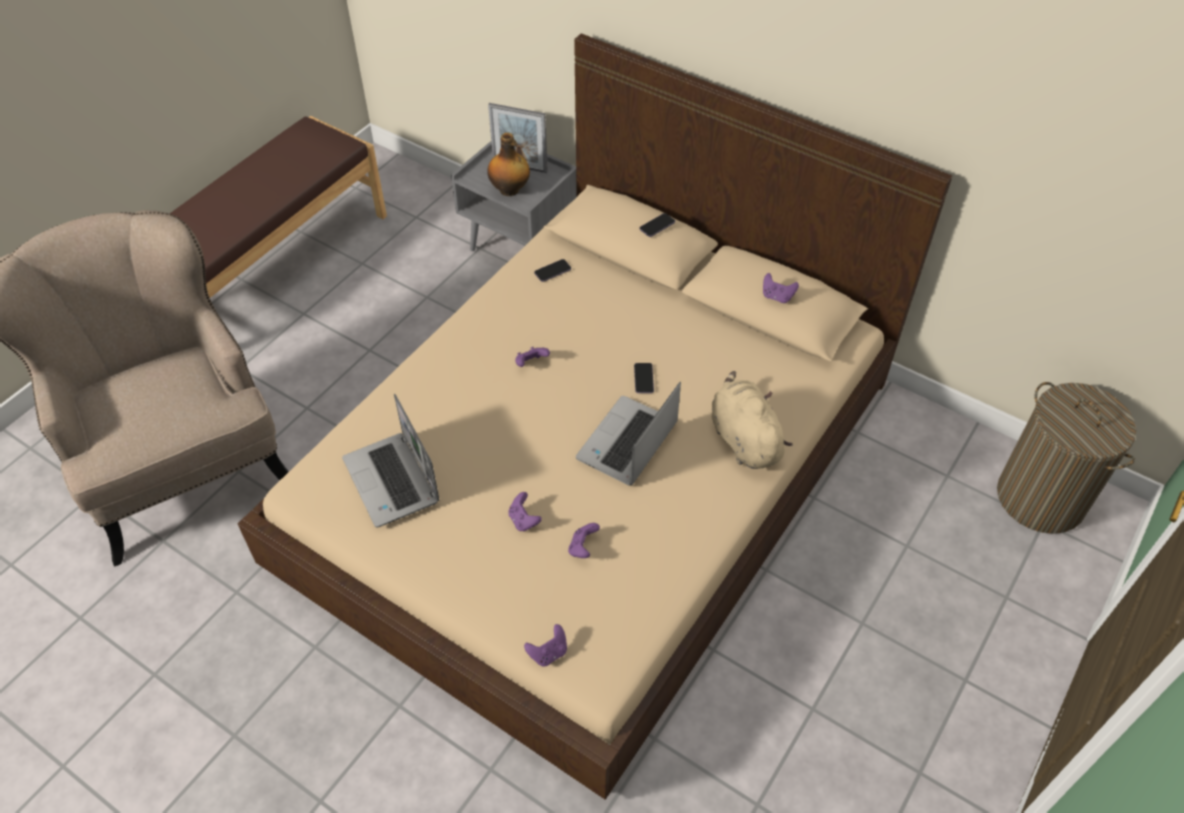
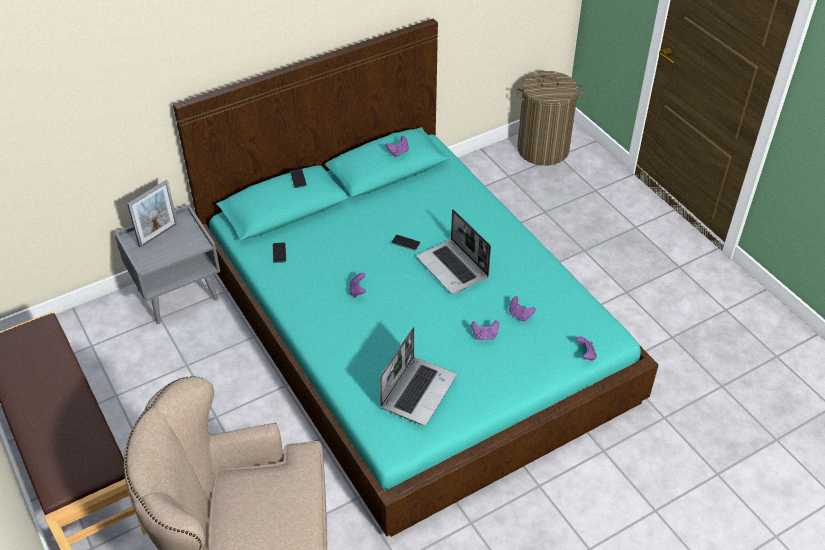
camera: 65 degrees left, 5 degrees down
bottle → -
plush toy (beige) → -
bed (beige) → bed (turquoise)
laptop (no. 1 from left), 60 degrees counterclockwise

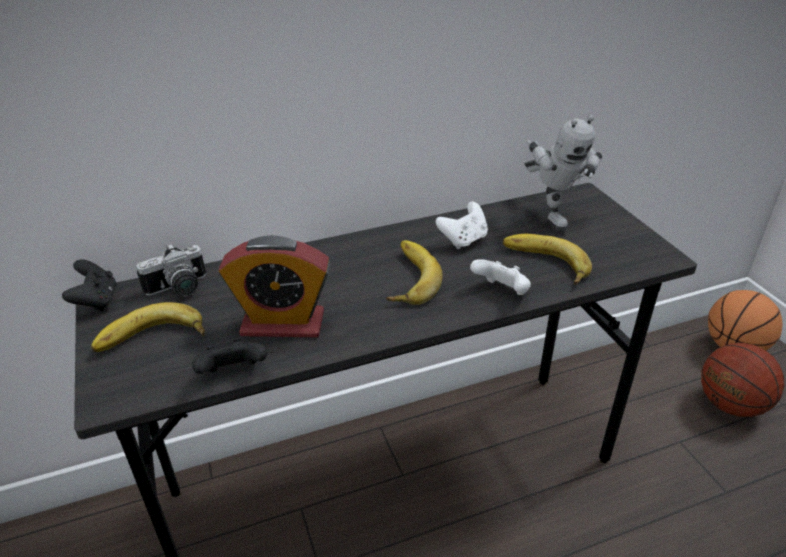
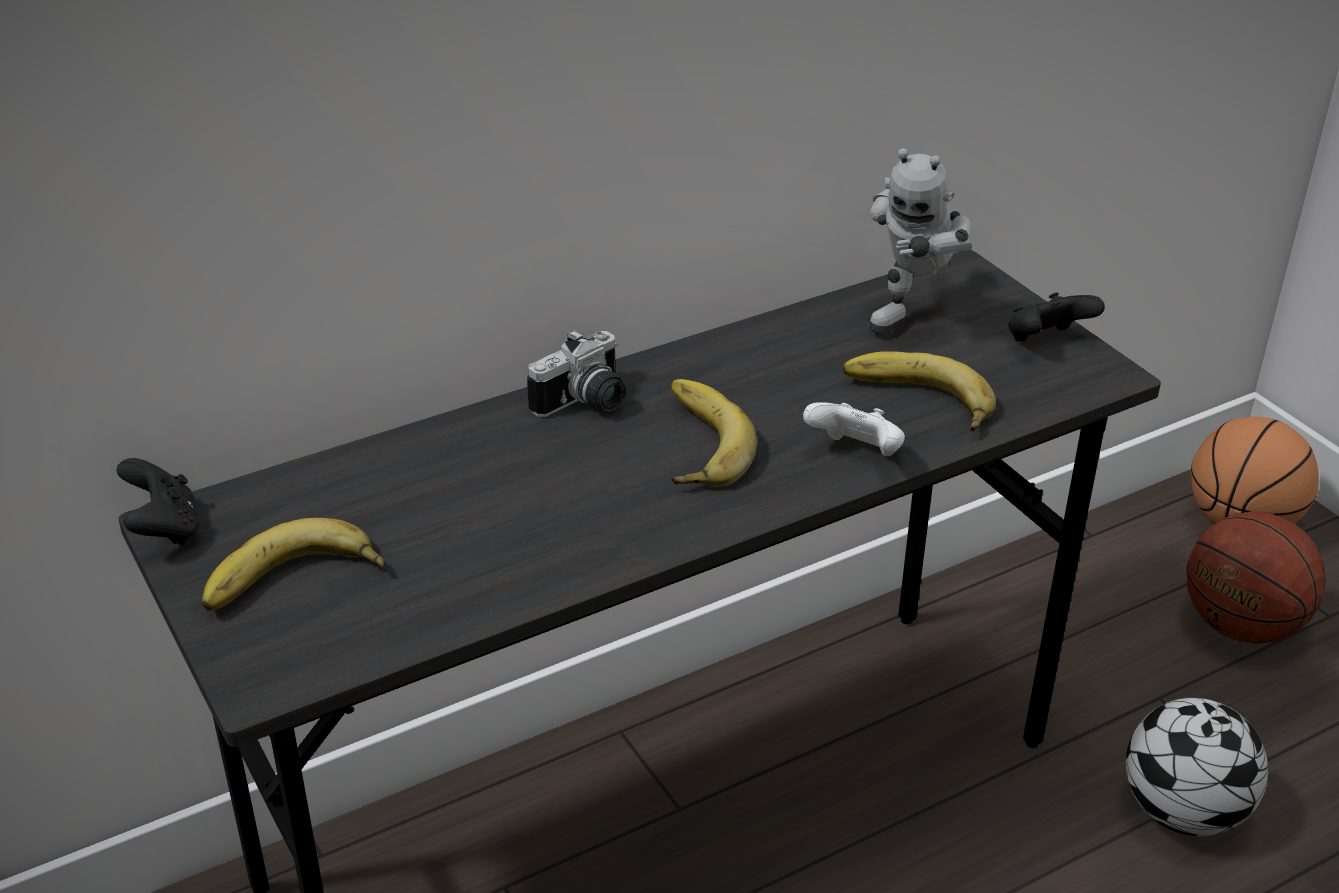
camera: 10 degrees left, 0 degrees up
alarm clock → -
game controller (white) (no. 1 from left) → -
- → football
photo camera, shifted
game controller (black) (no. 2 from left), shifted
toy robot, 60 degrees clockwise

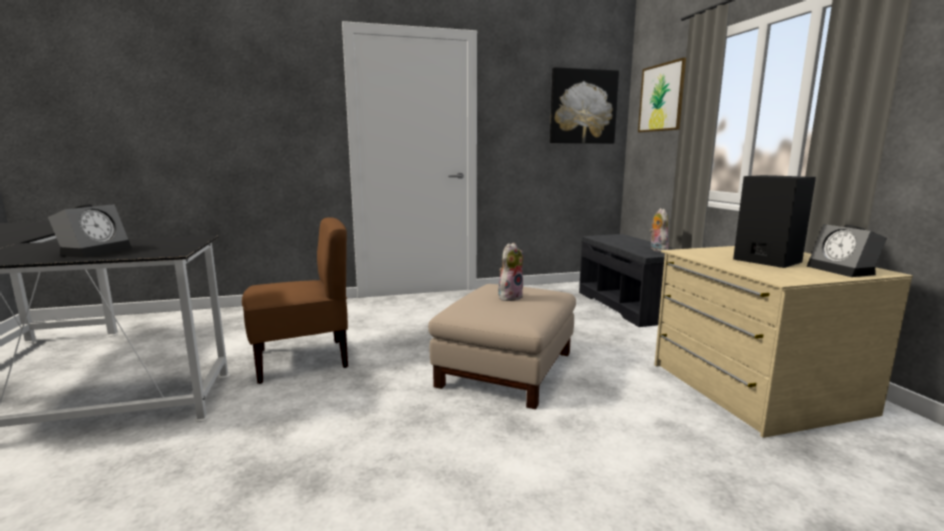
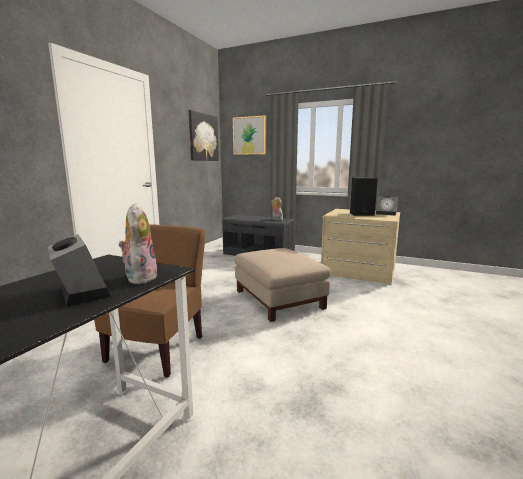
camera: 50 degrees left, 0 degrees up
plush toy (no. 1 from left), shifted

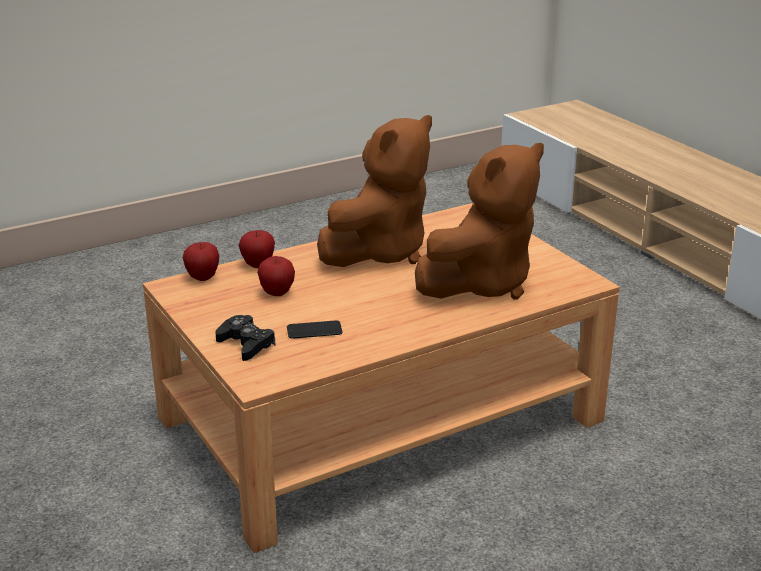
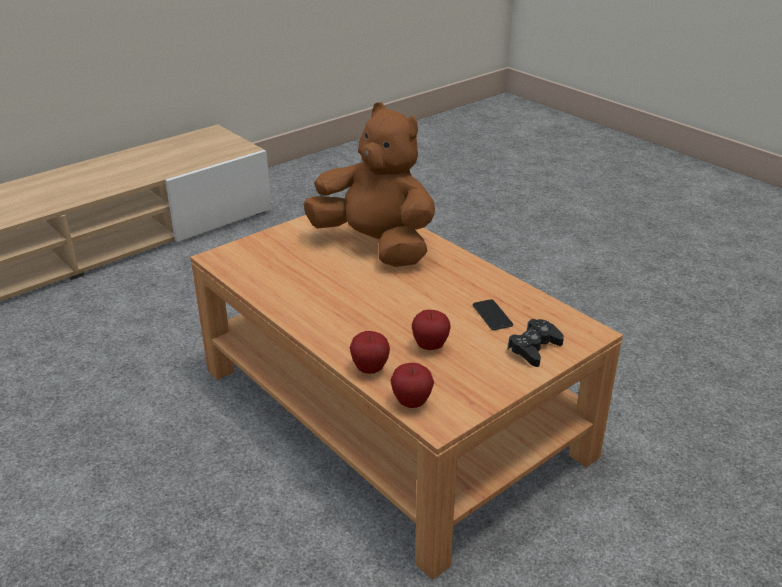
camera: 100 degrees left, 5 degrees up
plush toy (brown) (no. 1 from left) → -

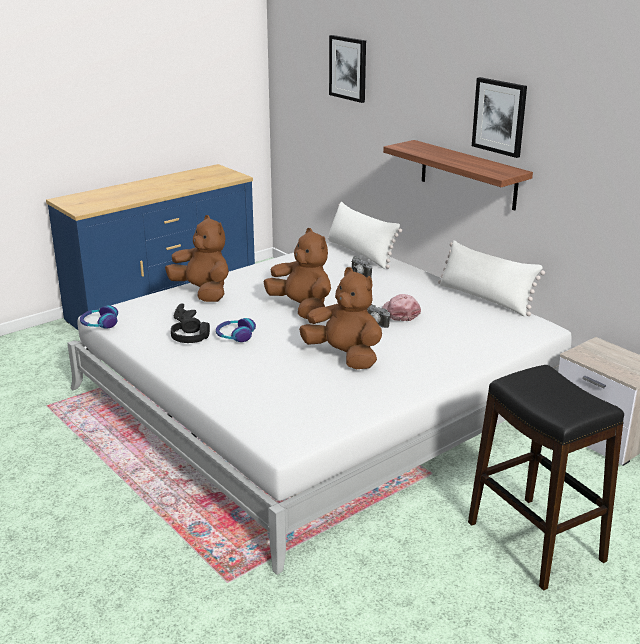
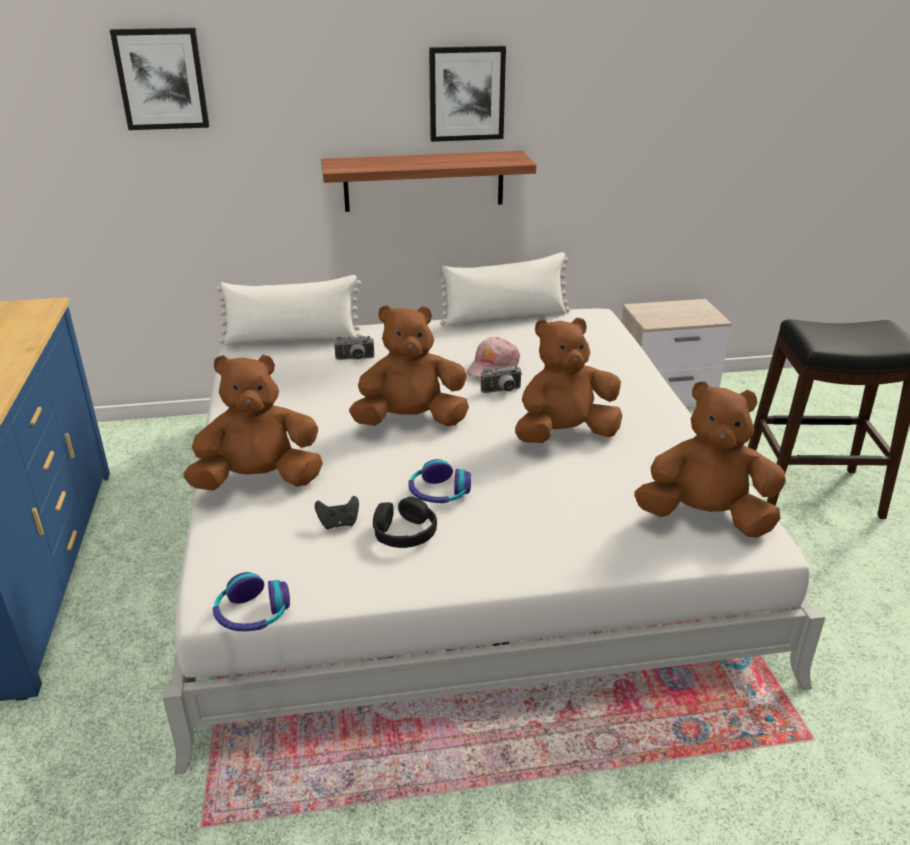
camera: 60 degrees left, 5 degrees up
- → plush toy (brown) (no. 4 from left)
cap (pink), 75 degrees counterclockwise

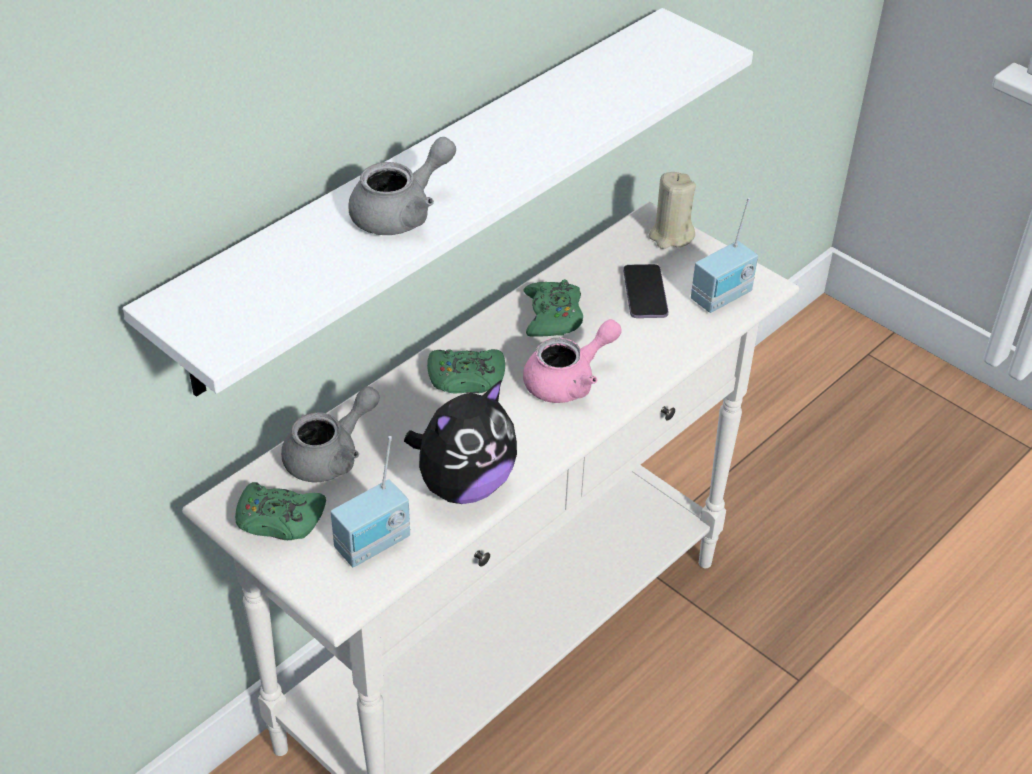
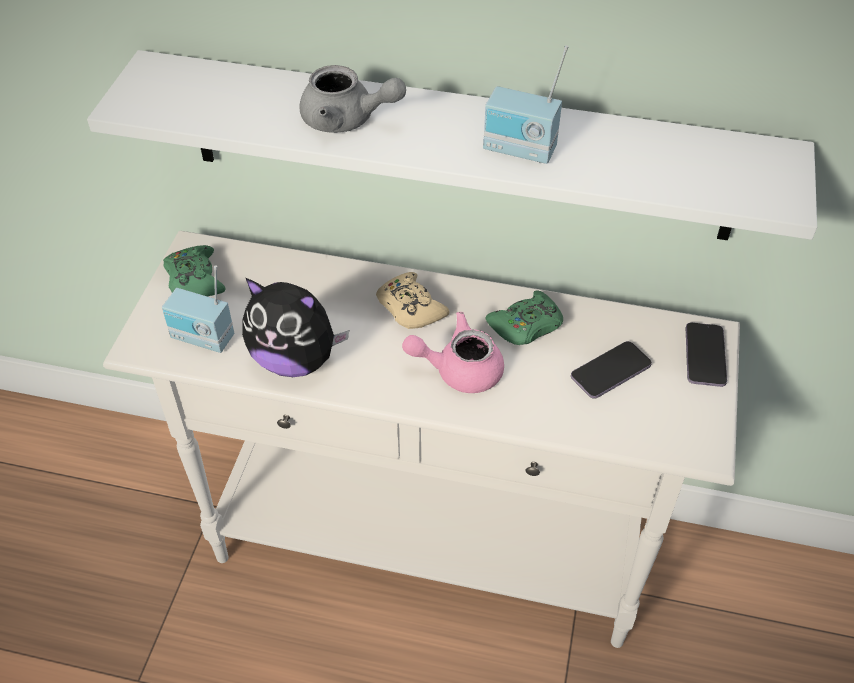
camera: 60 degrees right, 5 degrees up
teapot (grey) (no. 1 from left) → -
radio (no. 2 from left), shifted
candle (beige) → phone (no. 2 from left)
game controller (green) (no. 2 from left) → game controller (beige)
teapot (pink), 150 degrees clockwise

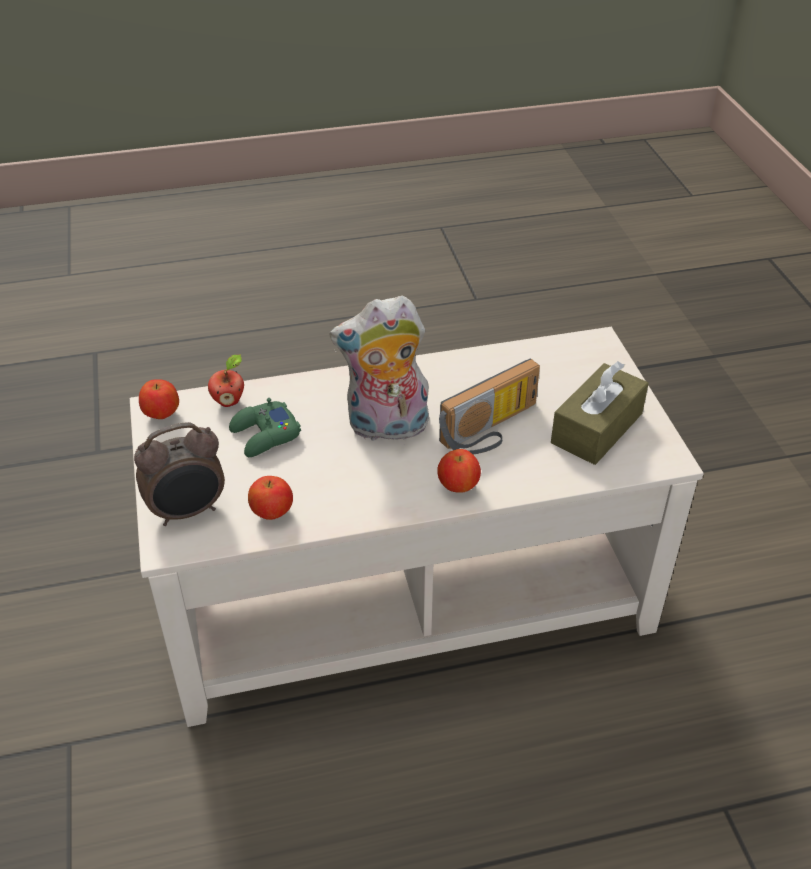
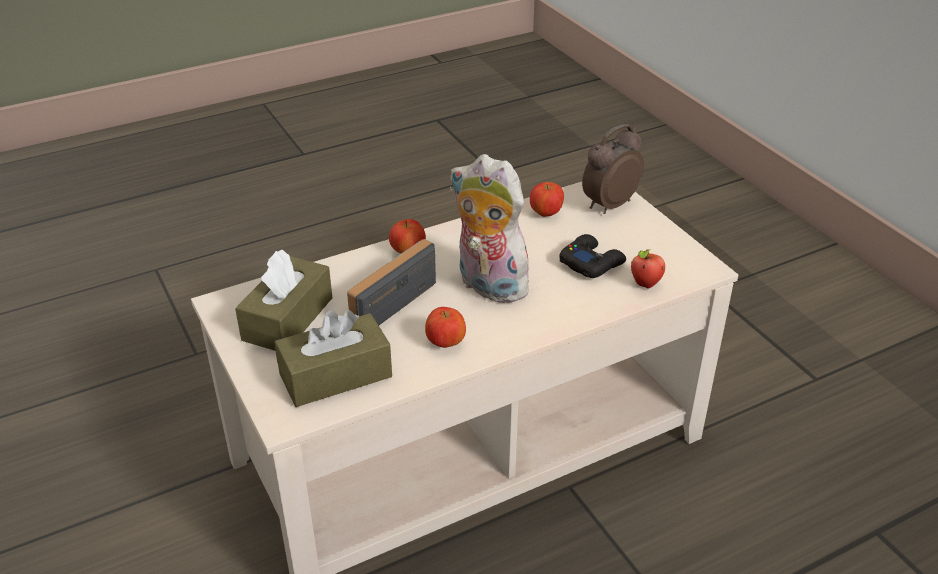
camera: 165 degrees right, 5 degrees down
- → tissue box (brown) (no. 2 from left)
apple (no. 1 from left in the first image) → apple (no. 2 from left), shifted
game controller (green) → game controller (black)
plush toy, 120 degrees counterclockwise

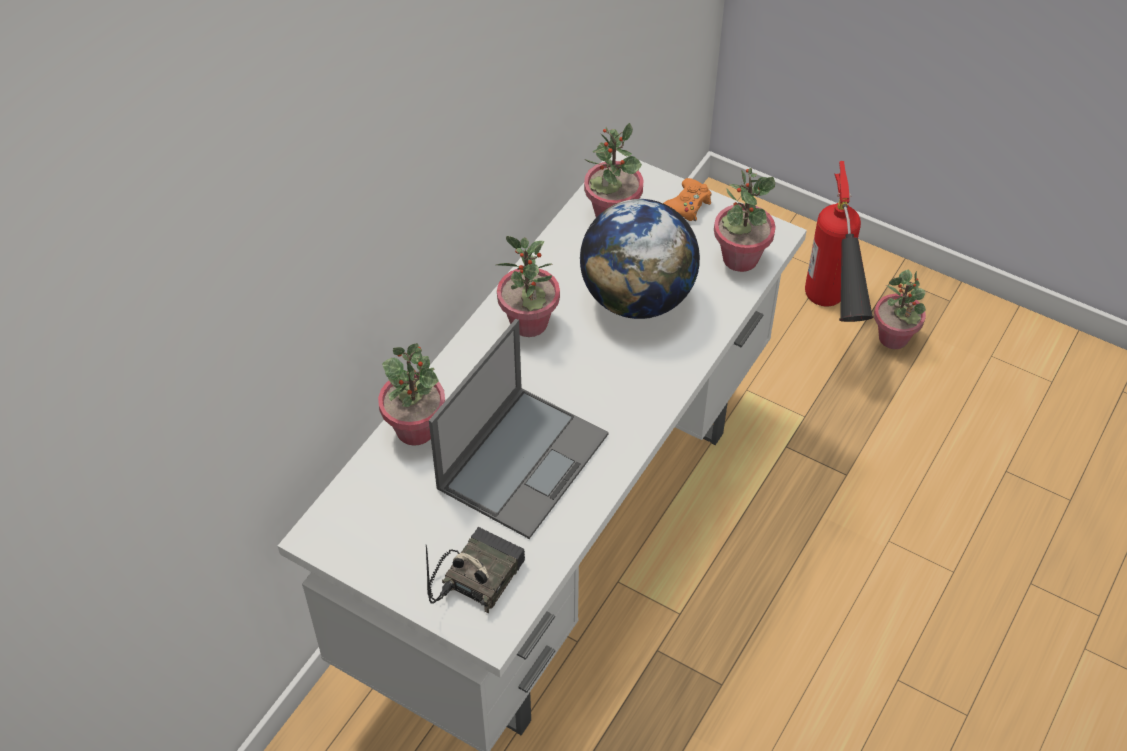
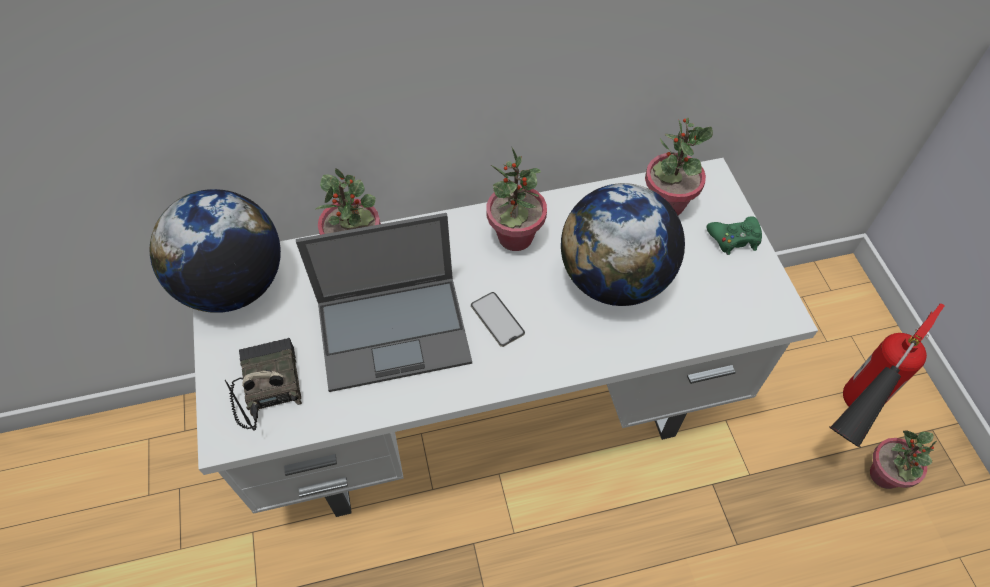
camera: 45 degrees right, 5 degrees up
potted plant (no. 4 from left) → -
- → globe (no. 1 from left)
- → phone
game controller (orange) → game controller (green)
radio, 90 degrees counterclockwise

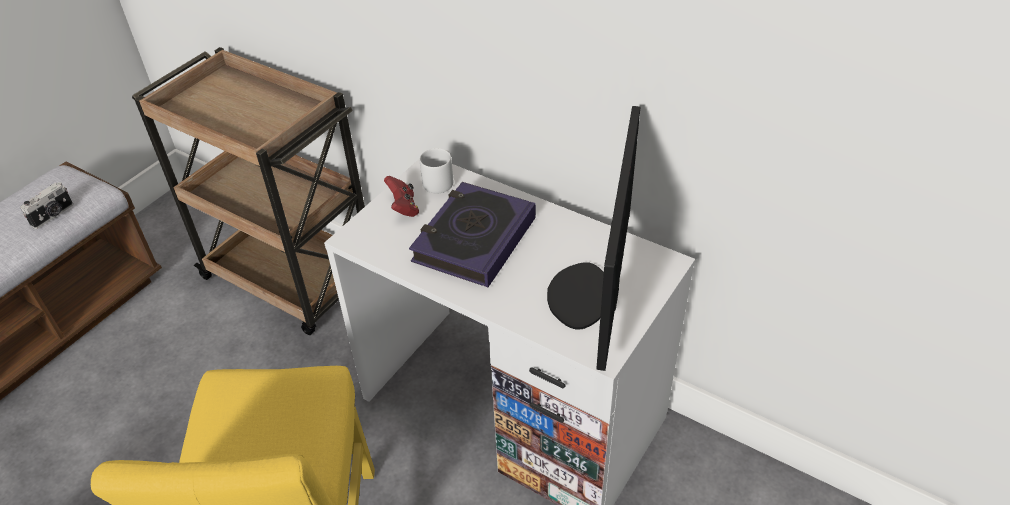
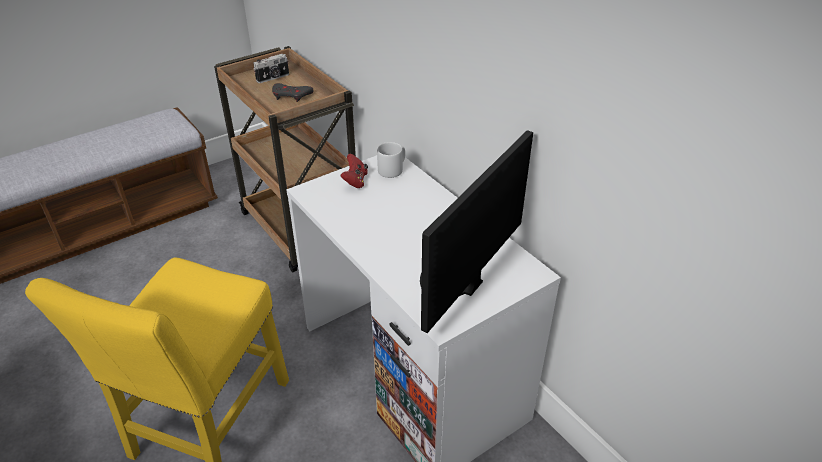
camera: 20 degrees right, 5 degrees down
book → -
- → game controller (grey)
photo camera, shifted

